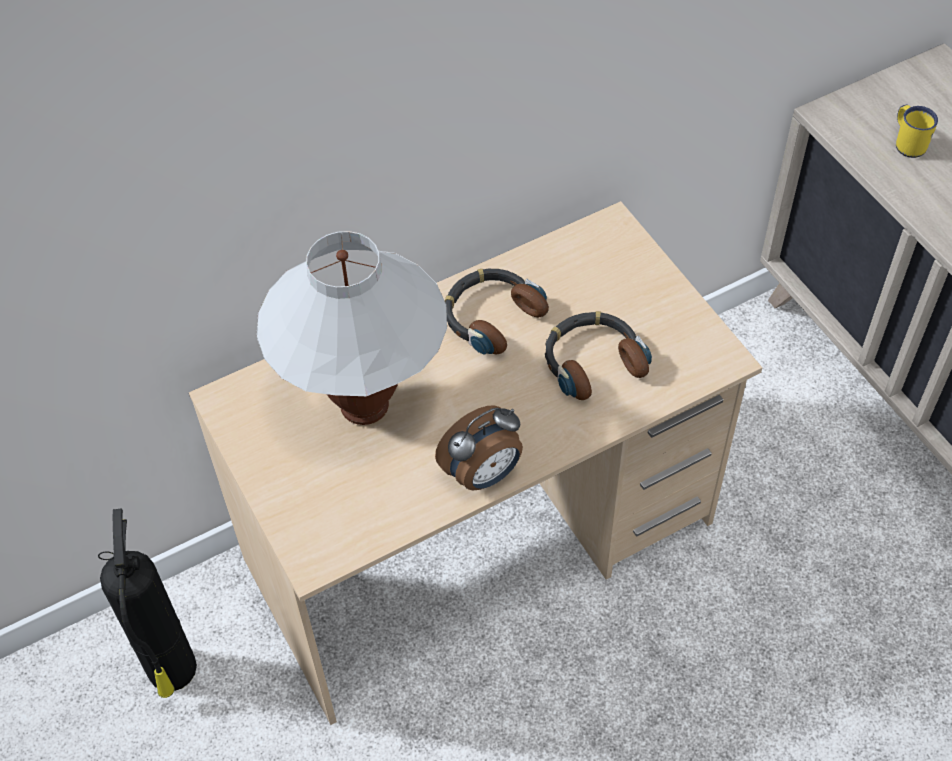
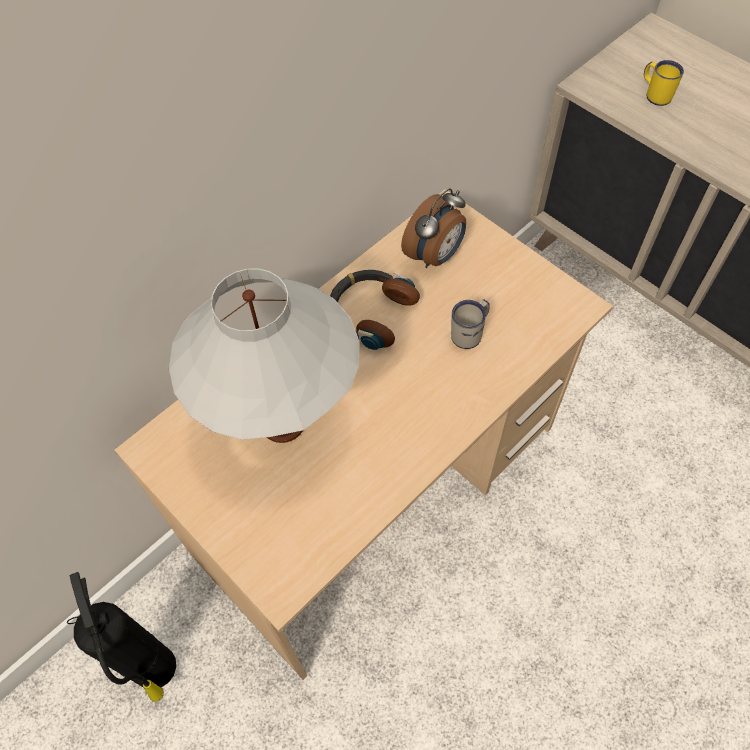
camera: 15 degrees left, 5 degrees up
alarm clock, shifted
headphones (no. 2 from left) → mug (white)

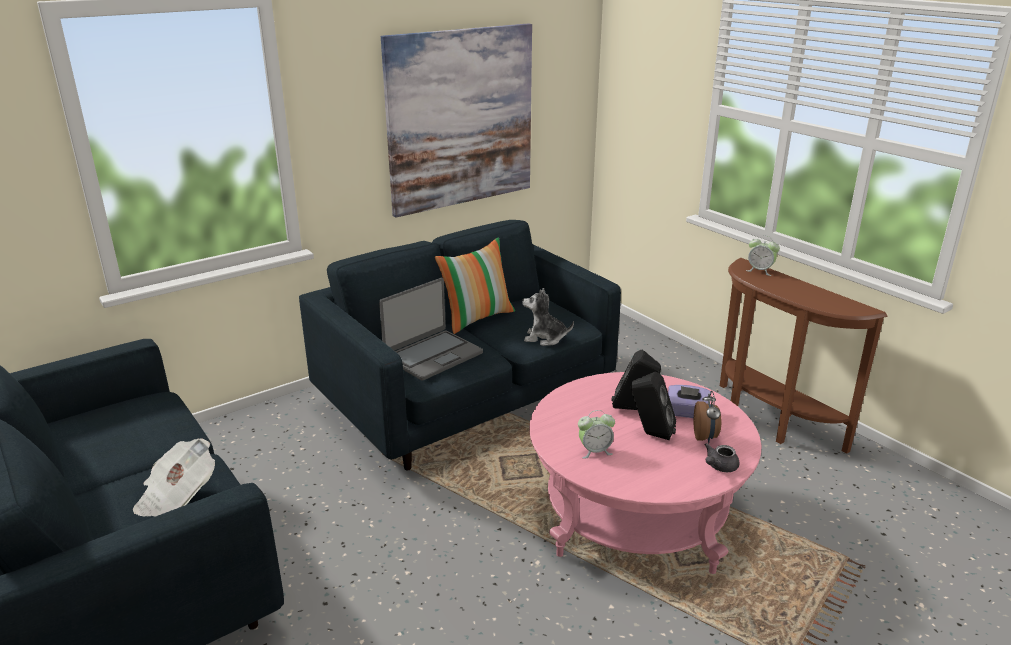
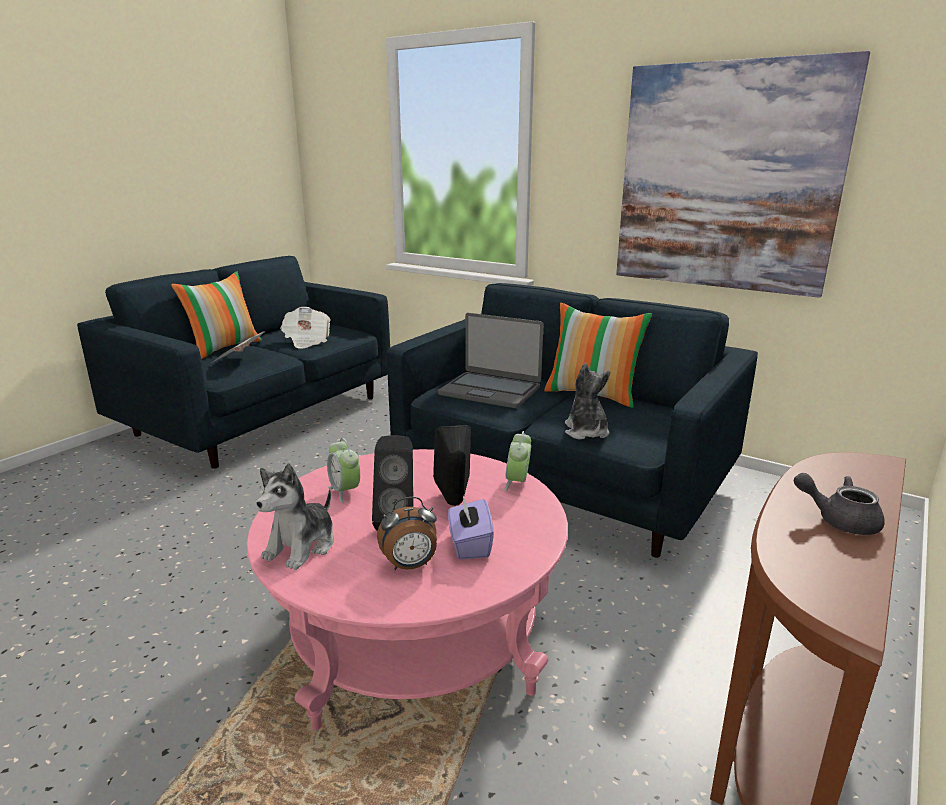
camera: 70 degrees right, 5 degrees down
- → pillow (no. 1 from left)
- → plush toy (no. 1 from left)
- → newspaper (no. 2 from left)
teapot (grey), shifted
alarm clock (no. 3 from left), shifted

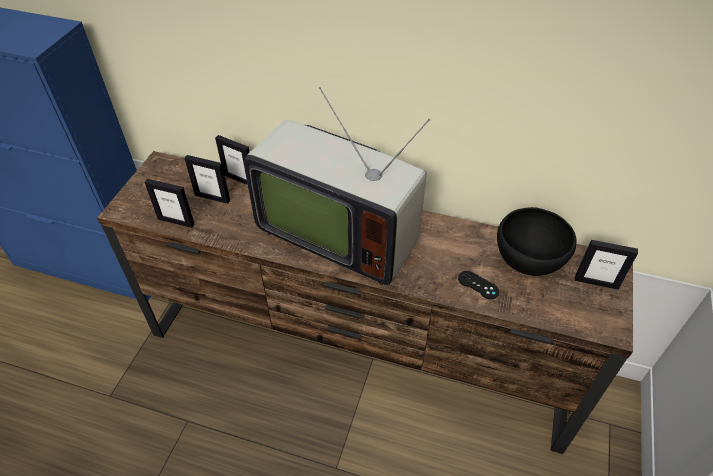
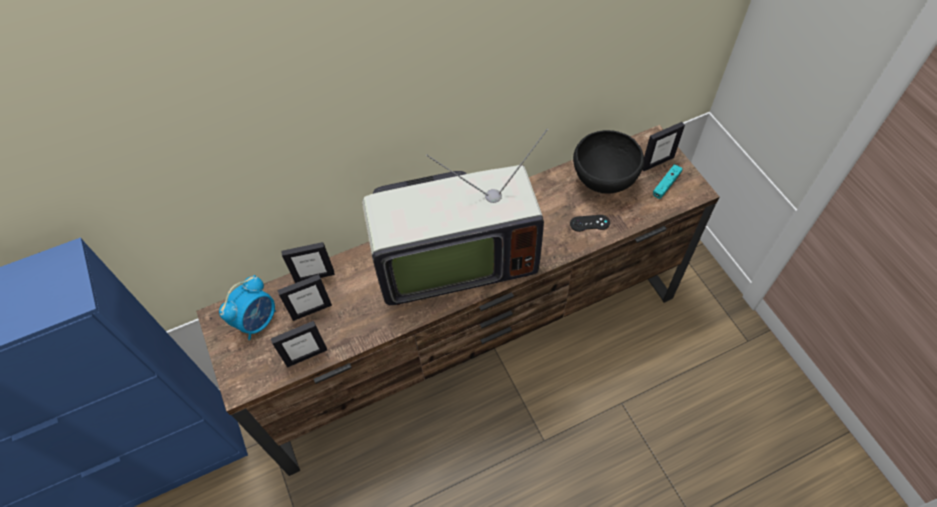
camera: 40 degrees left, 10 degrees up
- → alarm clock
- → game controller (turquoise)

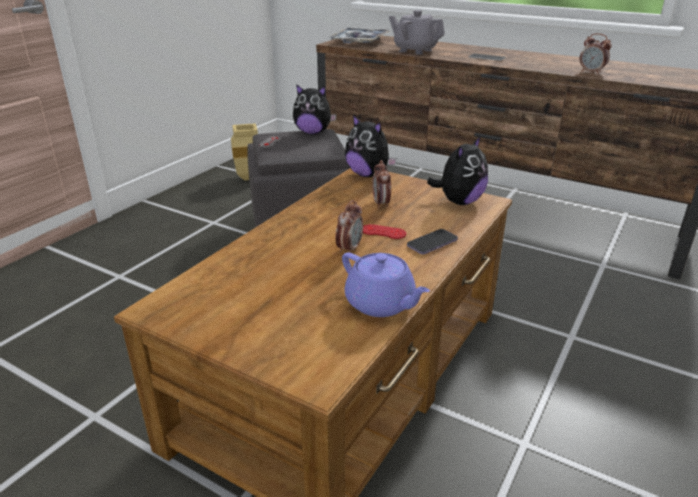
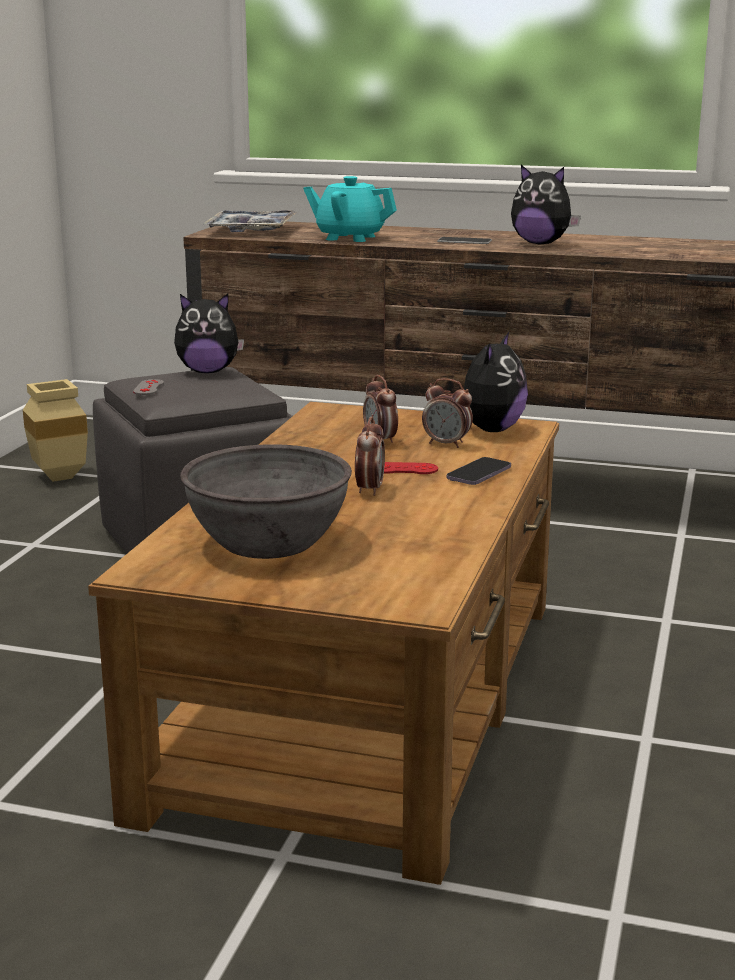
camera: 15 degrees left, 10 degrees down
teapot (purple) → -
- → bowl (grey)
plush toy (no. 2 from left in the first image) → plush toy (no. 3 from left), shifted
alarm clock (no. 3 from left), shifted
teapot (grey) → teapot (turquoise)

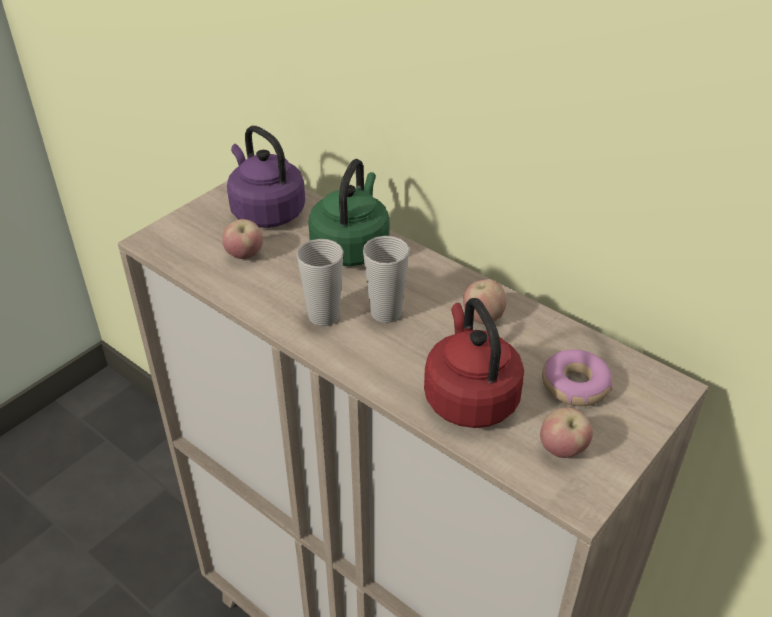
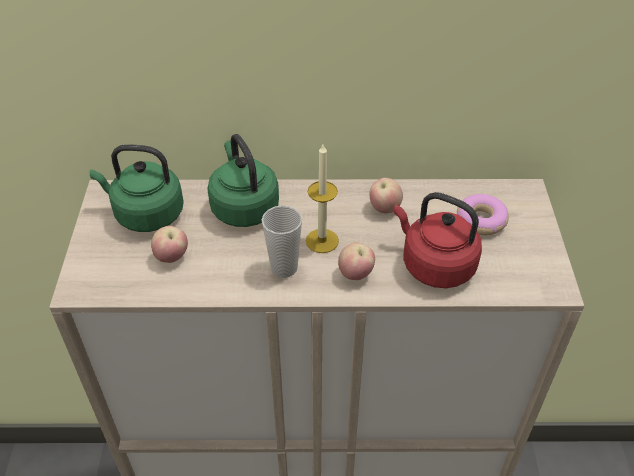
camera: 40 degrees left, 5 degrees up
apple (no. 3 from left in the first image) → apple (no. 2 from left), shifted
cup (no. 2 from left) → candle
kettle (purple) → kettle (green) (no. 1 from left)

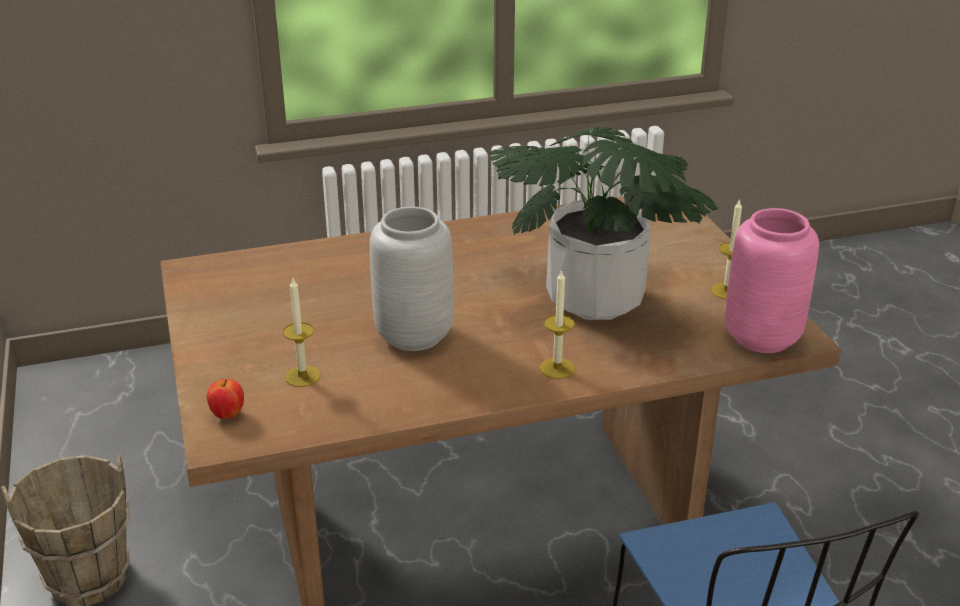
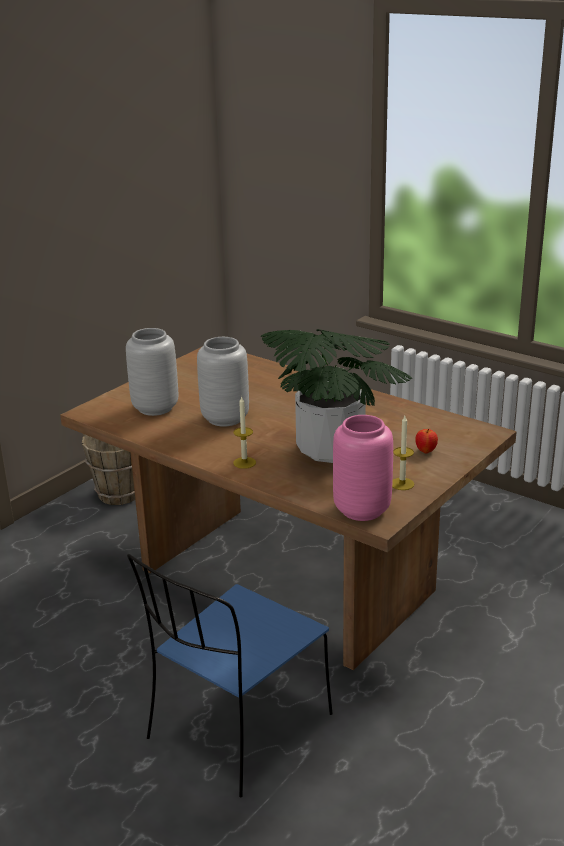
camera: 55 degrees right, 5 degrees down
apple, shifted
candle (no. 1 from left) → vase (grey) (no. 1 from left)

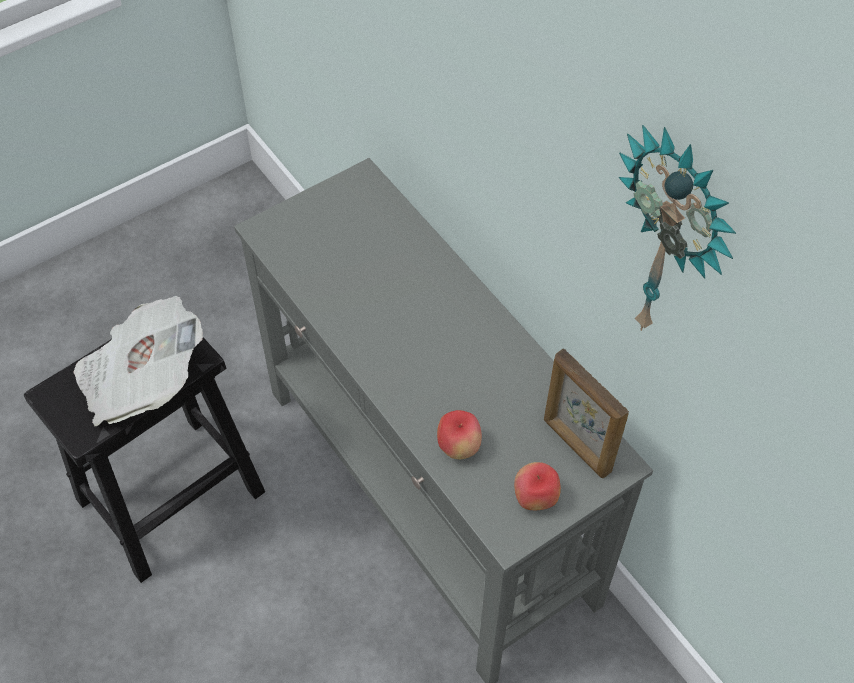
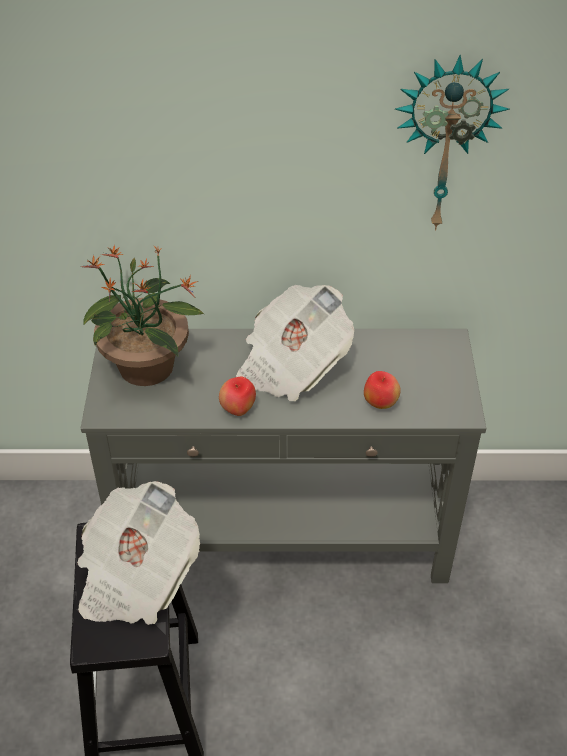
camera: 55 degrees left, 10 degrees down
picture frame → -
- → potted plant
- → newspaper (no. 2 from left)
apple (no. 2 from left in the first image) → apple (no. 1 from left), shifted

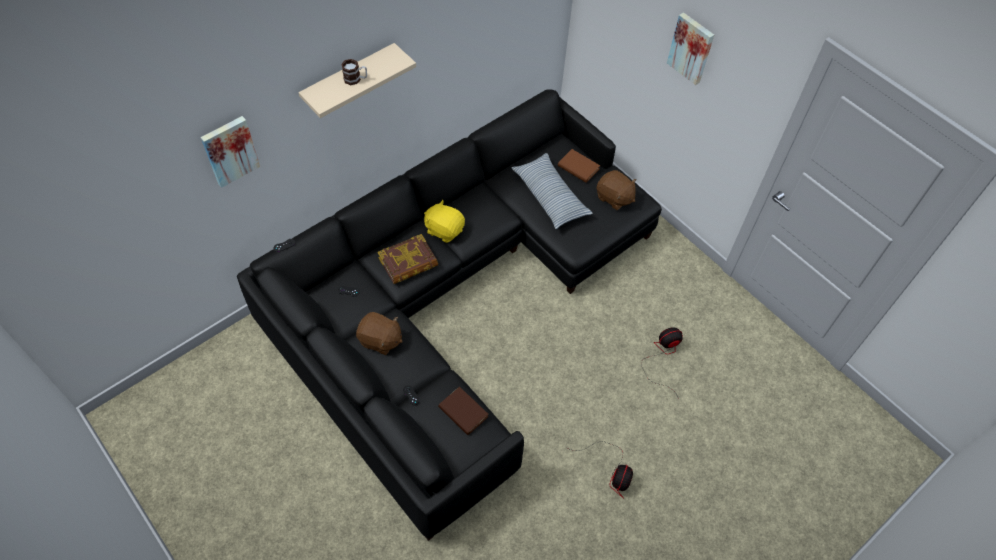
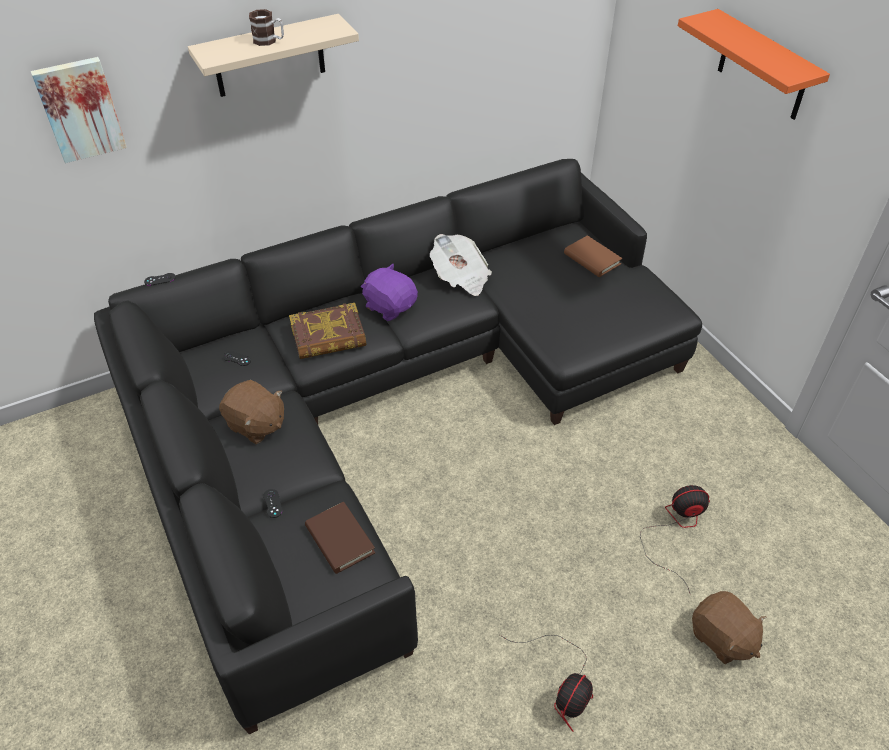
camera: 15 degrees right, 10 degrees down
pillow → -
- → newspaper
plush toy (brown) (no. 2 from left), shifted
picture (no. 2 from left) → shelf (orange)
plush toy (yellow) → plush toy (purple)

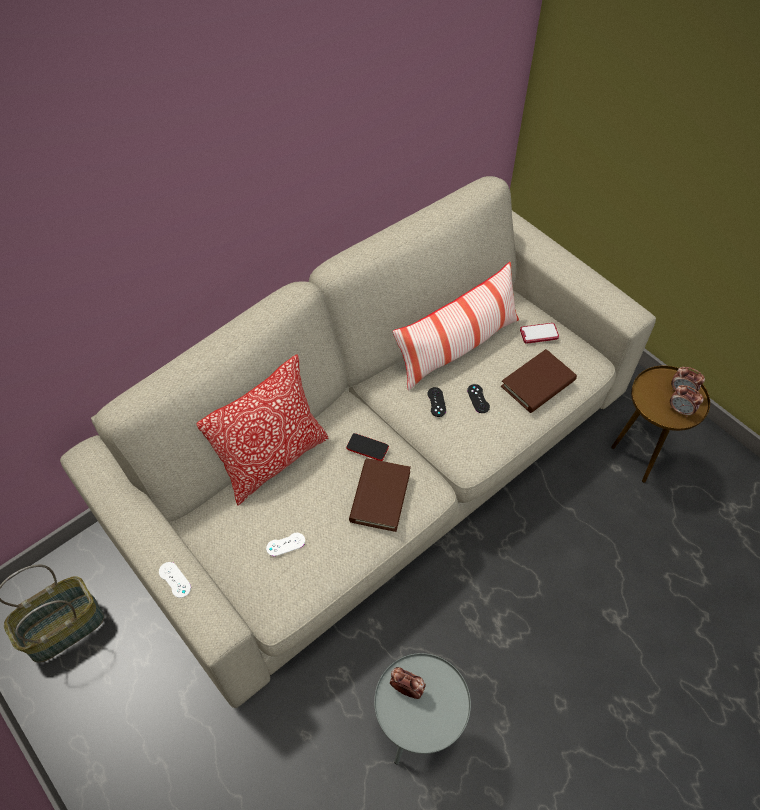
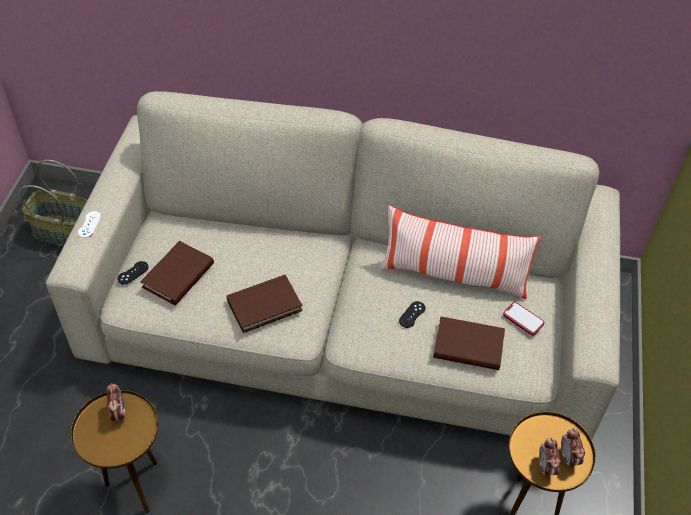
camera: 50 degrees right, 5 degrees down
pillow (no. 1 from left) → -
phone (no. 1 from left) → -
game controller (black) (no. 1 from left), shifted
game controller (white) (no. 2 from left) → book (brown) (no. 1 from left)
side table (grey) → side table (brown) (no. 1 from left)

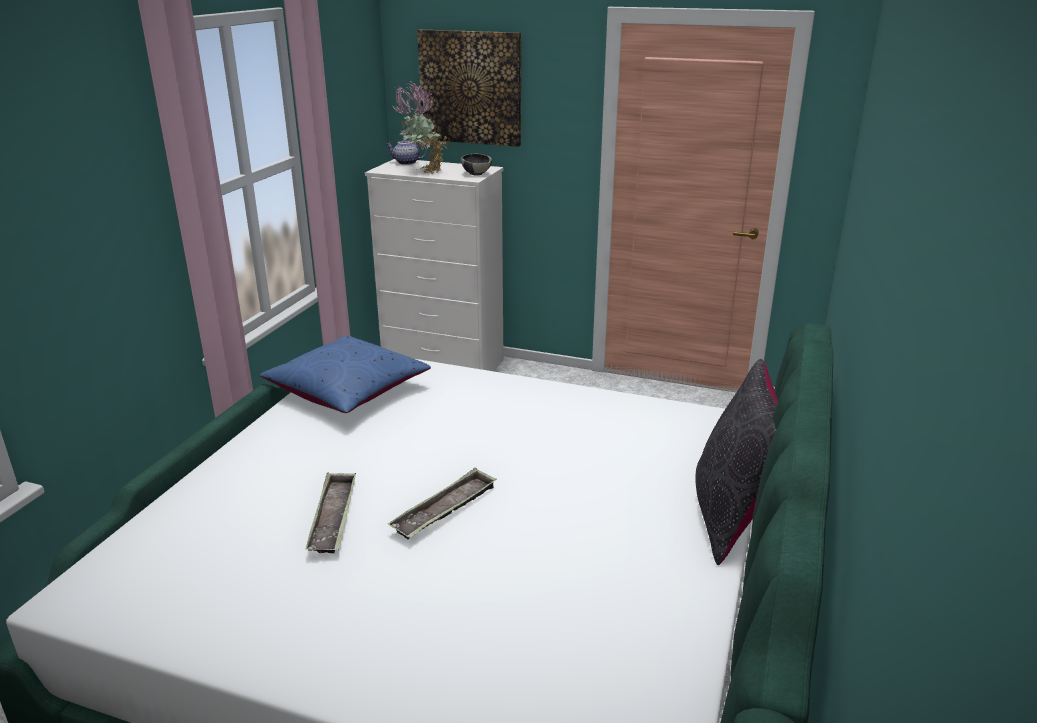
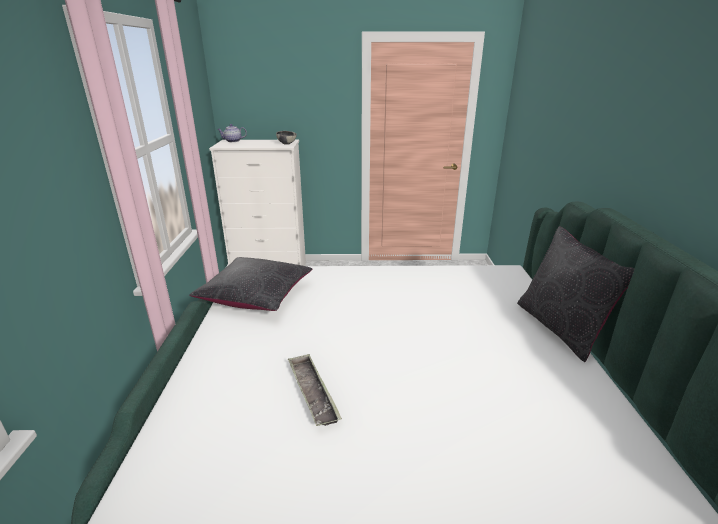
camera: 20 degrees left, 0 degrees up
tray (no. 2 from left) → -
potted plant → -
picture → -
pillow (blue) → pillow (black) (no. 1 from left)

